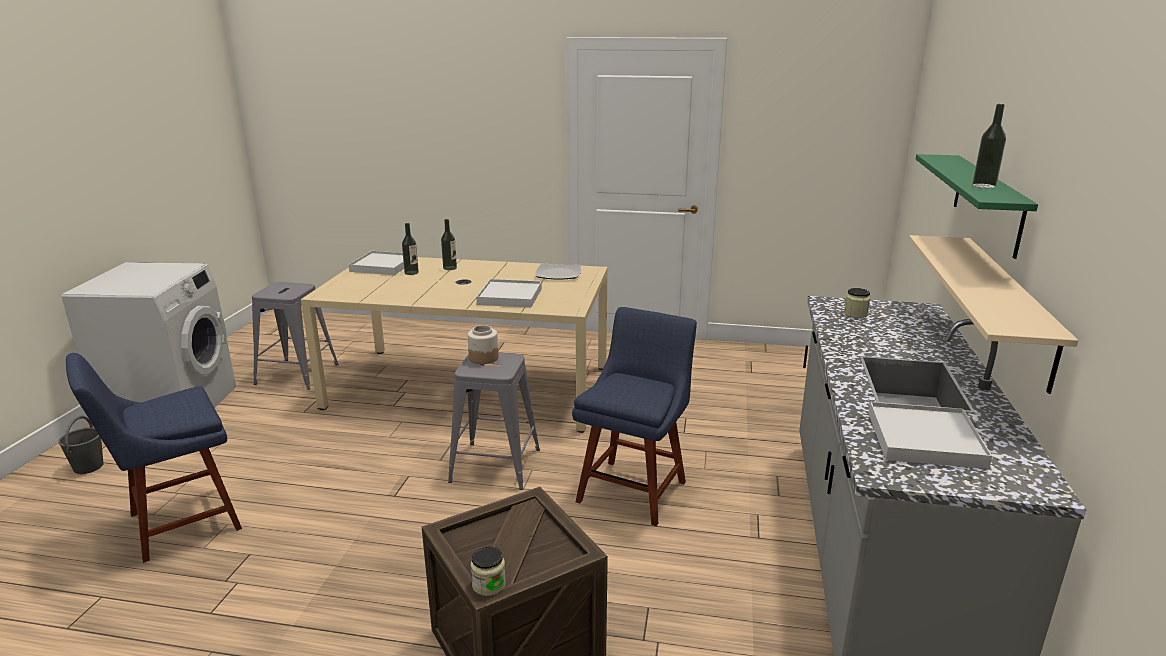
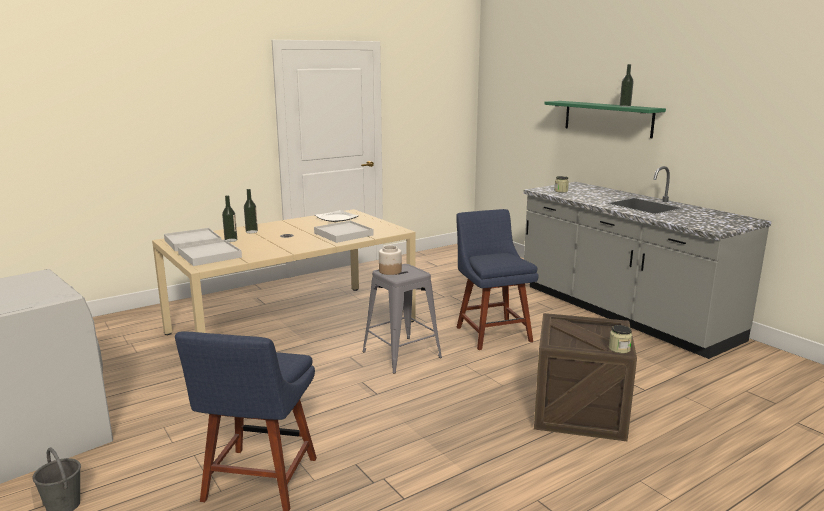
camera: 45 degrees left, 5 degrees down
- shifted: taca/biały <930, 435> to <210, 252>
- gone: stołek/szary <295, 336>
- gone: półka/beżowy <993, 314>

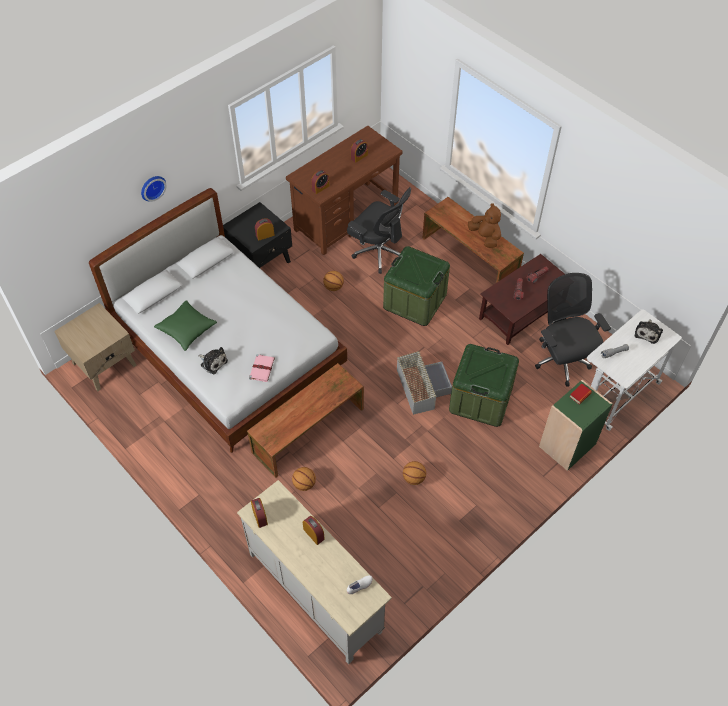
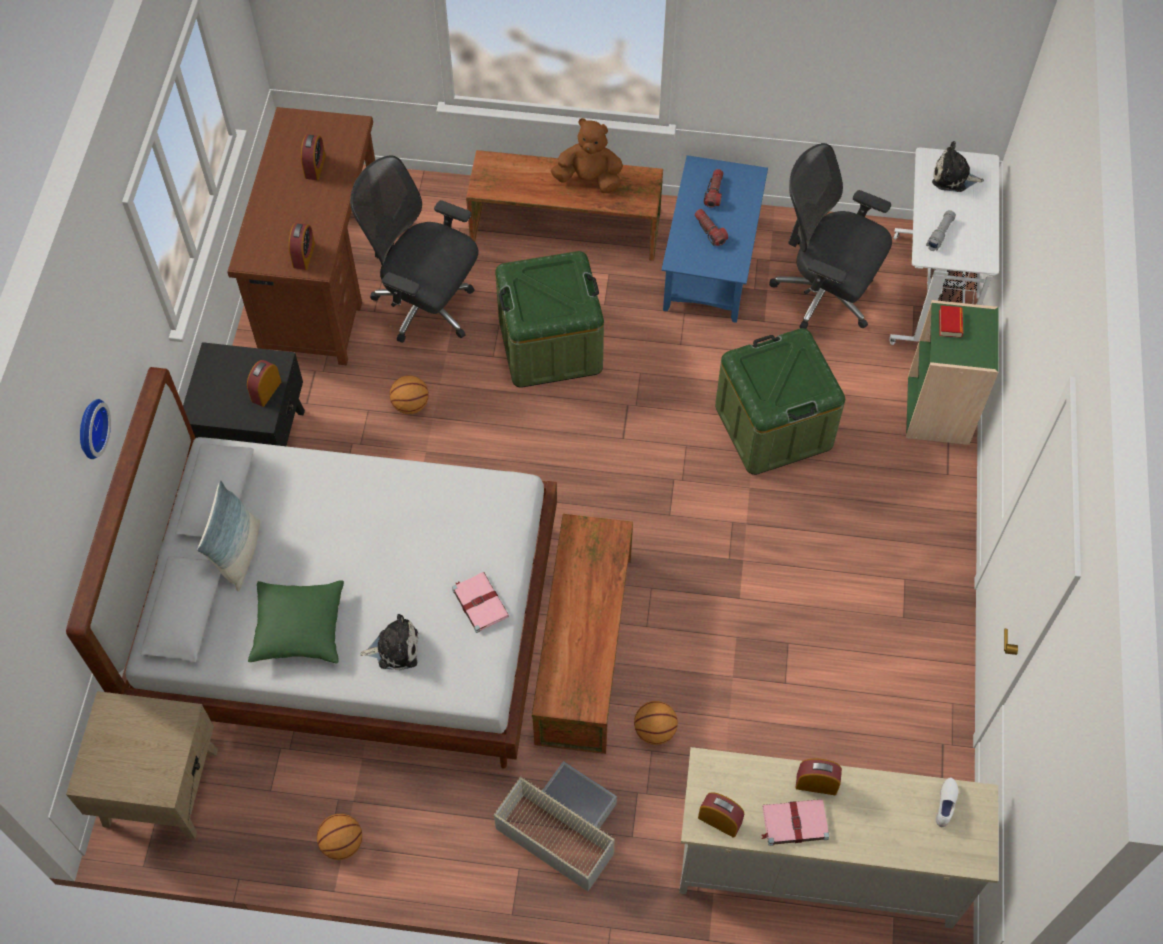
camera: 40 degrees left, 5 degrees up
- new: poduszka <228, 535>
- shifted: piłka do koszykówki <414, 473> to <339, 836>
- rotated: krzesło biurowe <379, 230> = <414, 249> 150 degrees counterclockwise
- shifted: pojemnik do przechowywania/szary <424, 383> to <555, 826>
- repainted: ława/brązowy <522, 299> to ława/niebieski <715, 239>
- new: książka/różowy <796, 822>
- rotated: pluszak <649, 331> = <958, 166> 120 degrees clockwise

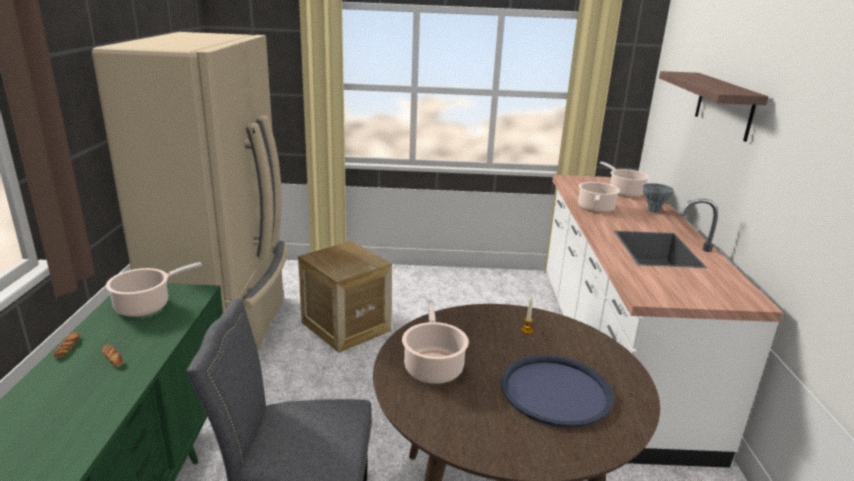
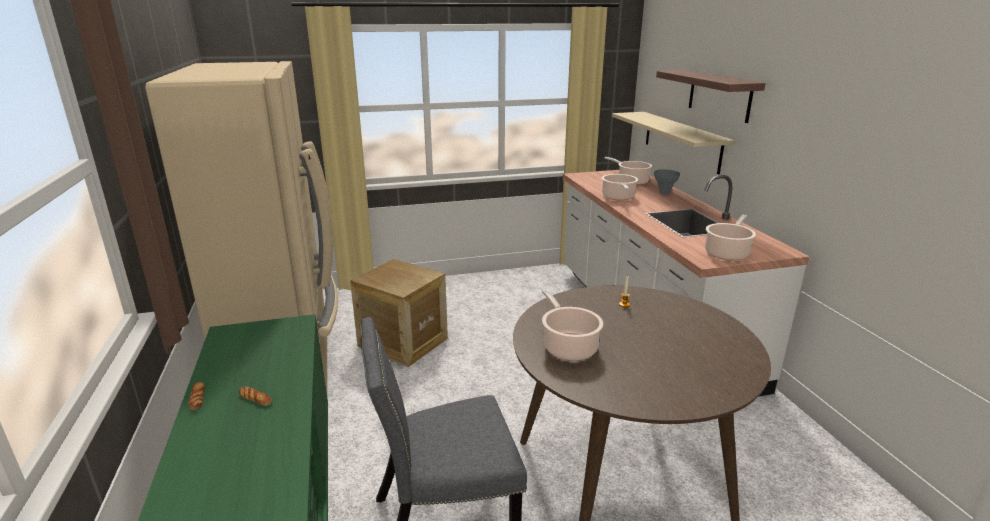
camera: 15 degrees left, 0 degrees up
- new: półka/beżowy <673, 143>
- shifted: garnek <154, 289> to <730, 237>
- gone: taca/niebieski <557, 391>

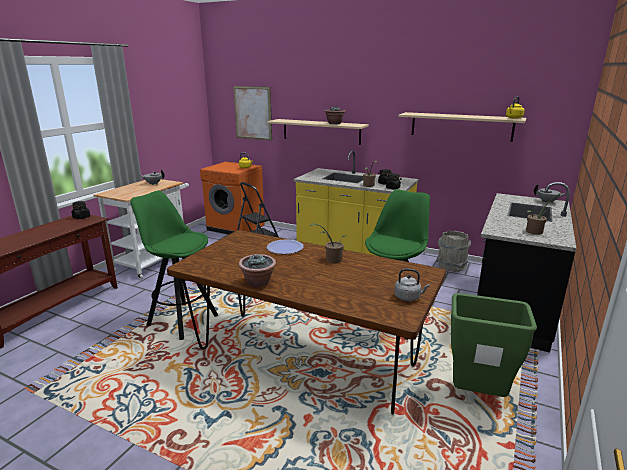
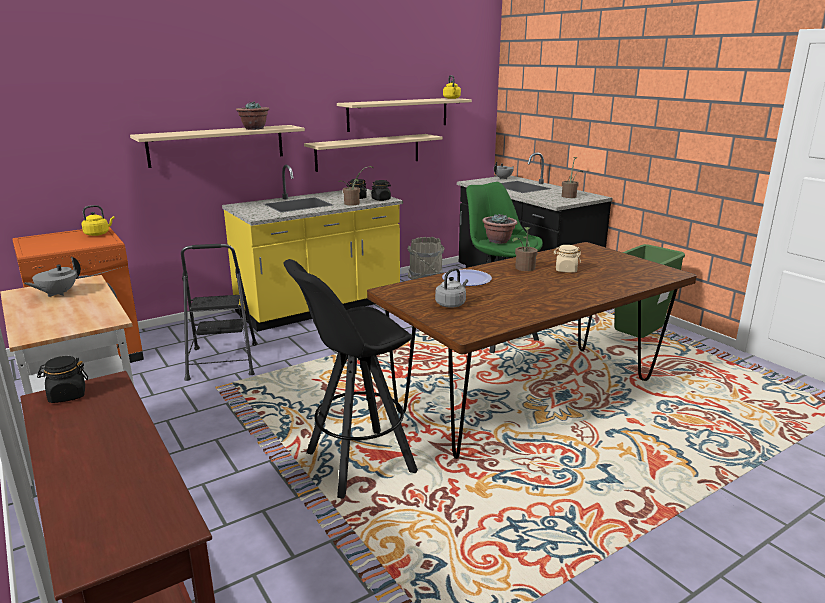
camera: 60 degrees left, 0 degrees up
- repainted: stołek/zielony <174, 265> to stołek/czarny <350, 379>
- new: półka/beżowy <373, 153>
- shifted: czajnik/szary <412, 285> to <451, 288>
- shifted: roślina doniczkowa <257, 270> to <500, 228>
- new: słoik/beżowy <567, 259>
- gone: obraz <252, 113>

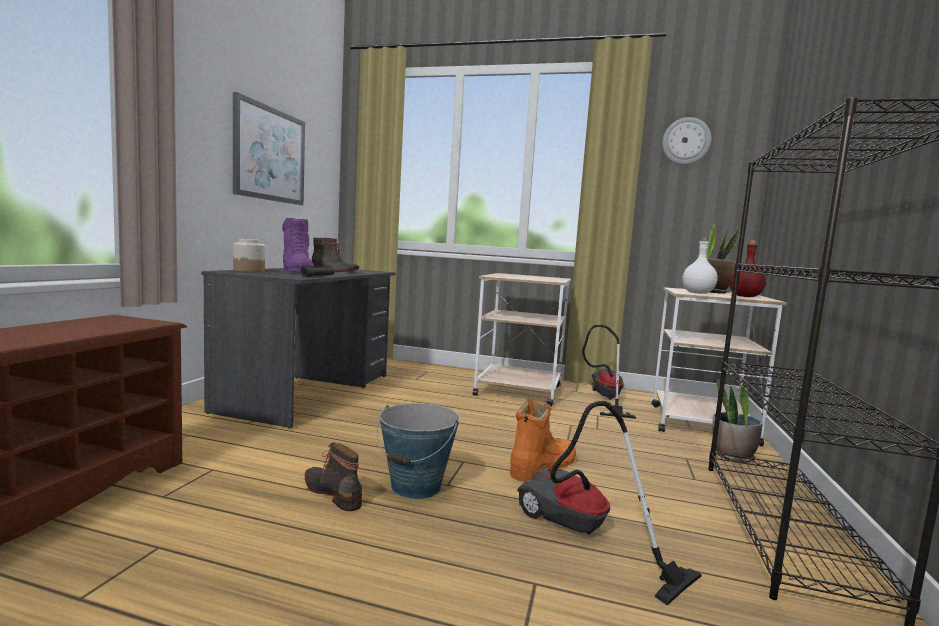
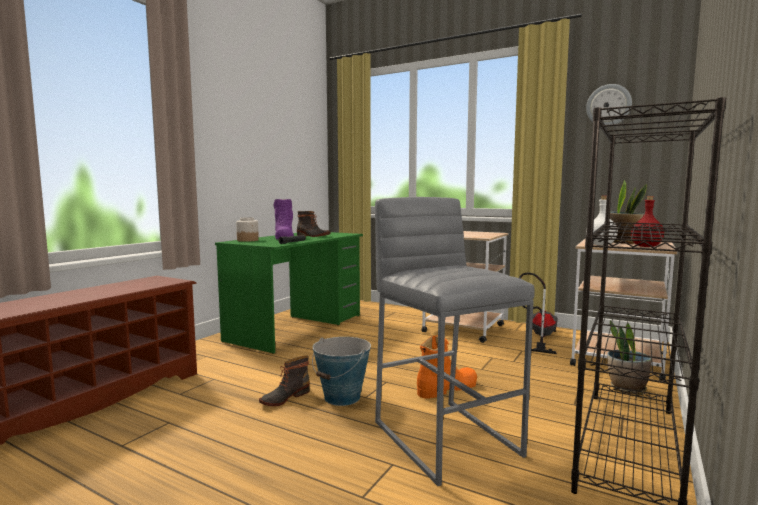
camera: 15 degrees right, 0 degrees up
- repainted: biurko/szary <298, 348> to biurko/zielony <289, 293>
- rotated: but z cholewką <333, 476> = <284, 381> 105 degrees counterclockwise
- swapped: odkurzacz <609, 503> to stołek/szary <455, 341>
- gone: obraz <269, 148>

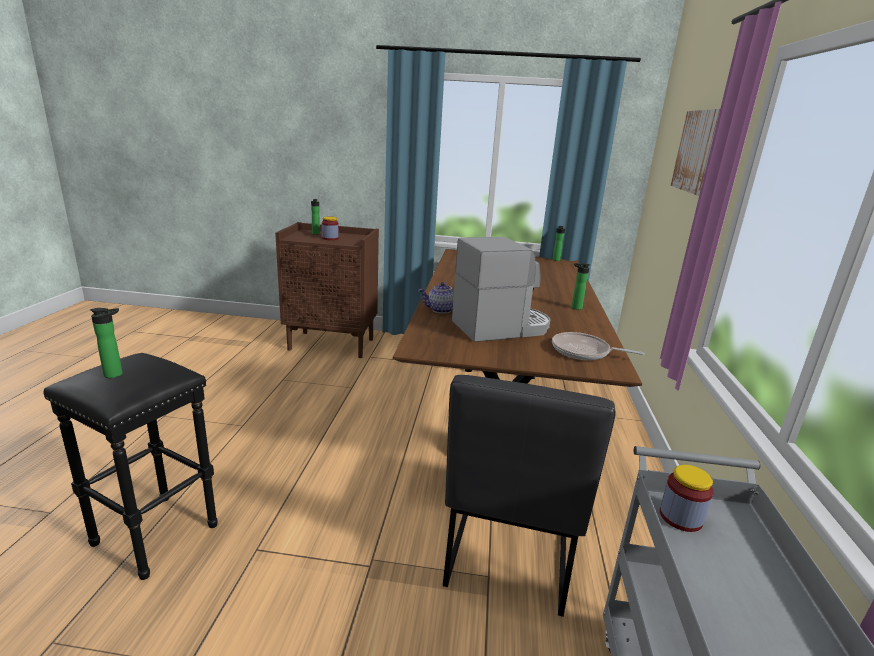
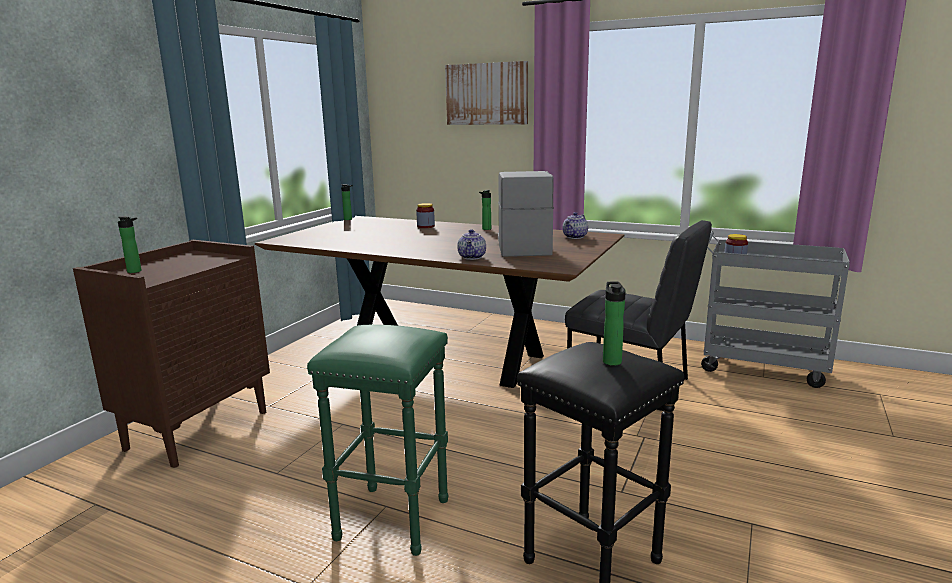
camera: 70 degrees left, 5 degrees down
- new: stołek/zielony <377, 440>
- shifted: słoik <330, 228> to <425, 215>
- swapped: patelnia <598, 346> to imbryk <575, 225>

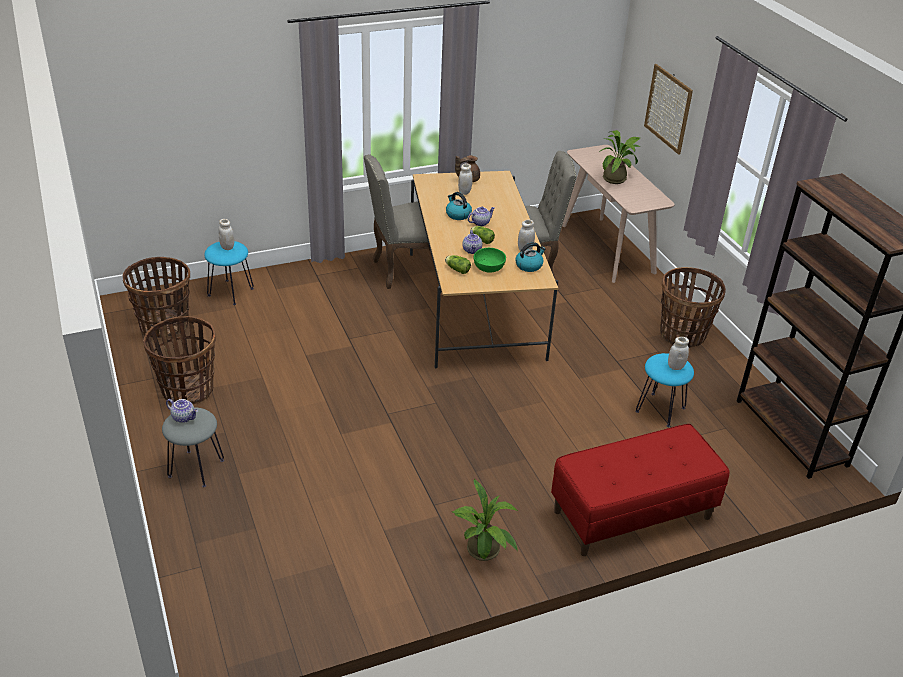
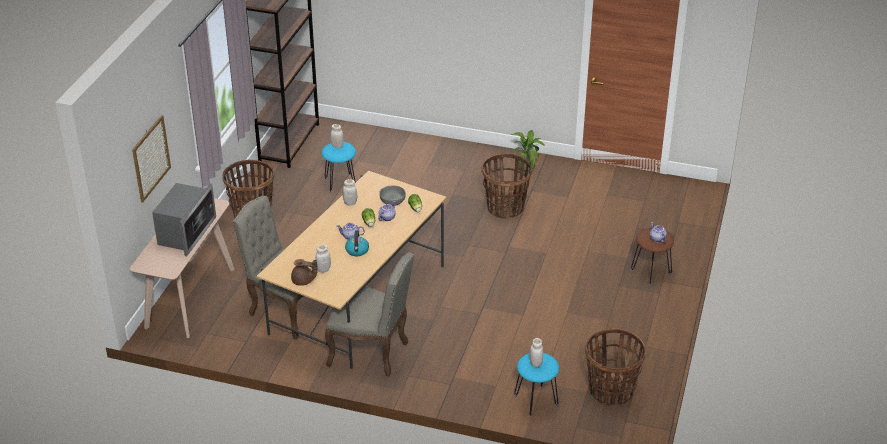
camera: 140 degrees left, 0 degrees up
- swapped: roślina doniczkowa <620, 157> to mikrofalówka <184, 219>
- repainted: miska/zielony <489, 260> to miska/szary <392, 195>
- shifted: koszyk <179, 360> to <506, 186>
- repainted: stołek/szary <193, 447> to stołek/brązowy <652, 256>
- gone: czajnik <530, 257>
- gone: ławka/czerwony <640, 490>

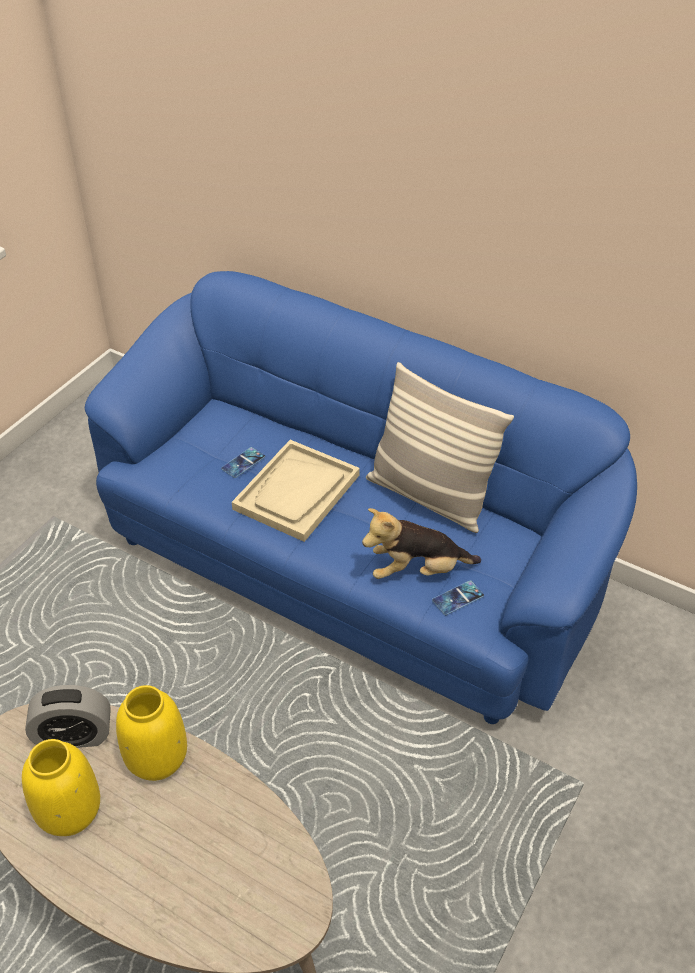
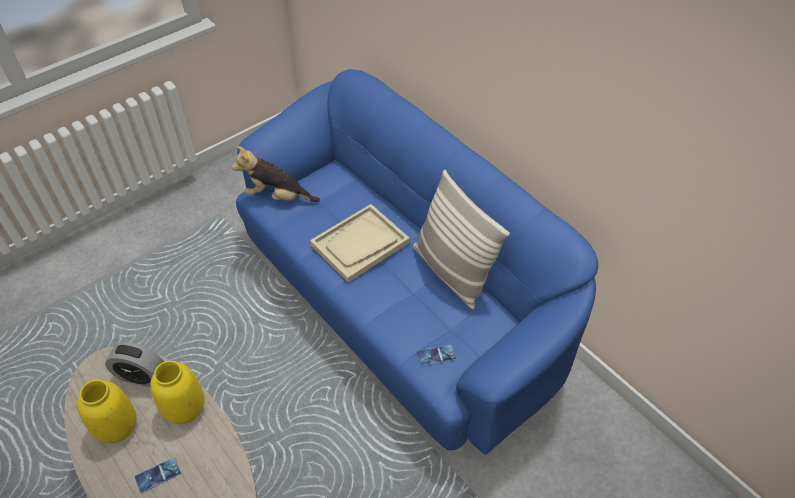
camera: 20 degrees right, 5 degrees up
- shifted: telefon <243, 462> to <158, 475>
- shifted: pluszak <421, 543> to <276, 174>

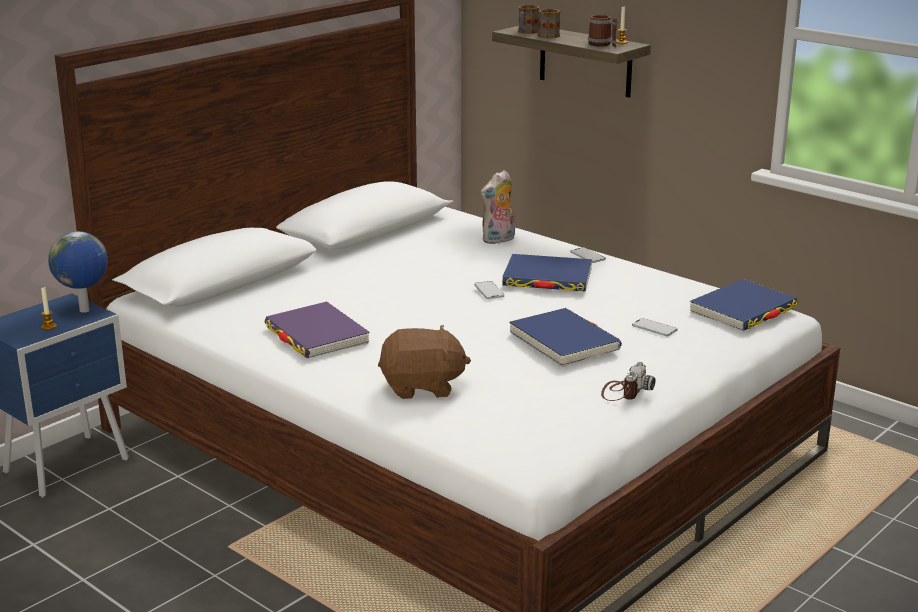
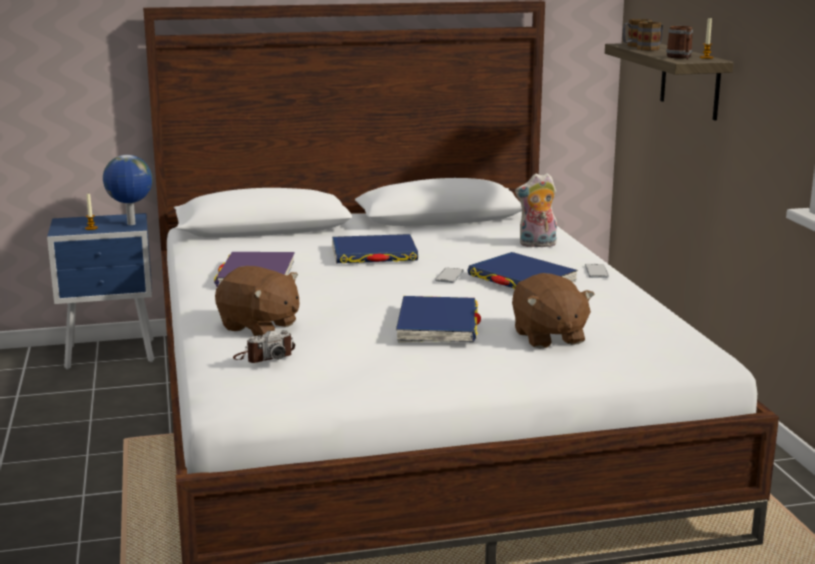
camera: 35 degrees right, 5 degrees down
- shifted: aparat fotograficzny <628, 381> to <264, 346>
- shifted: książka/niebieski <744, 305> to <375, 248>
- swapped: telefon <655, 327> to pluszak/brązowy <553, 311>

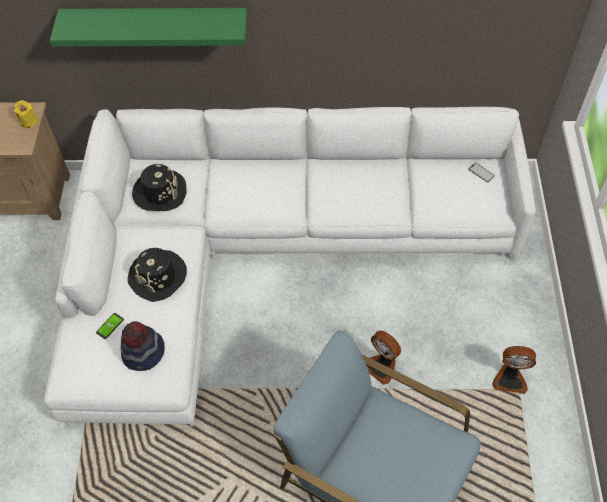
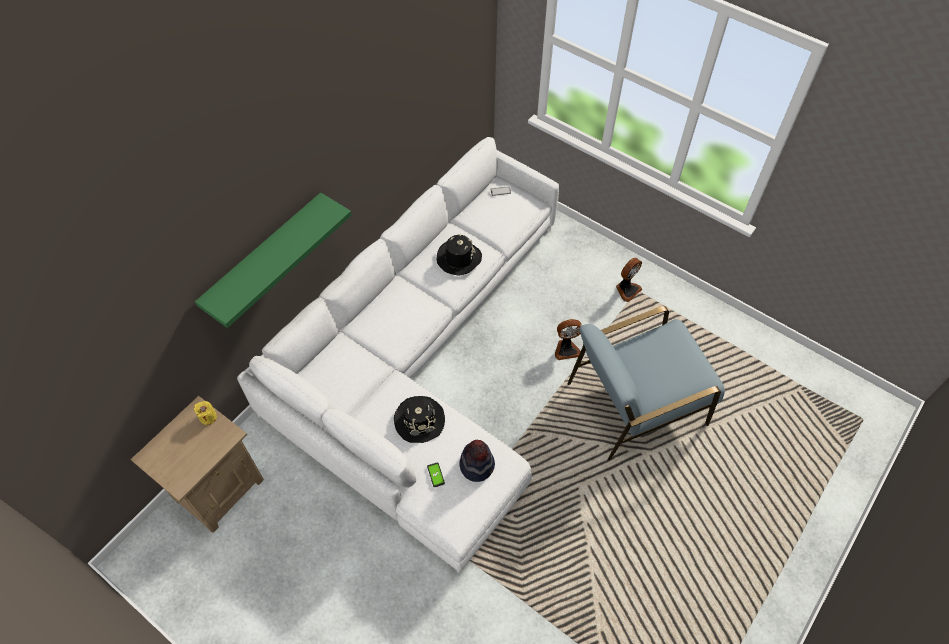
camera: 55 degrees left, 0 degrees up
- shifted: kapelusz/czarny <159, 187> to <459, 255>

